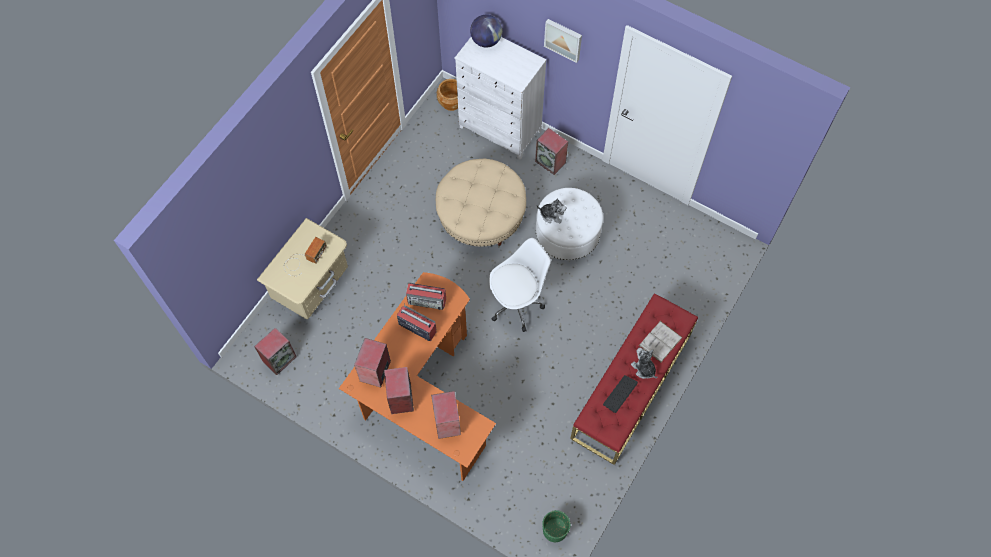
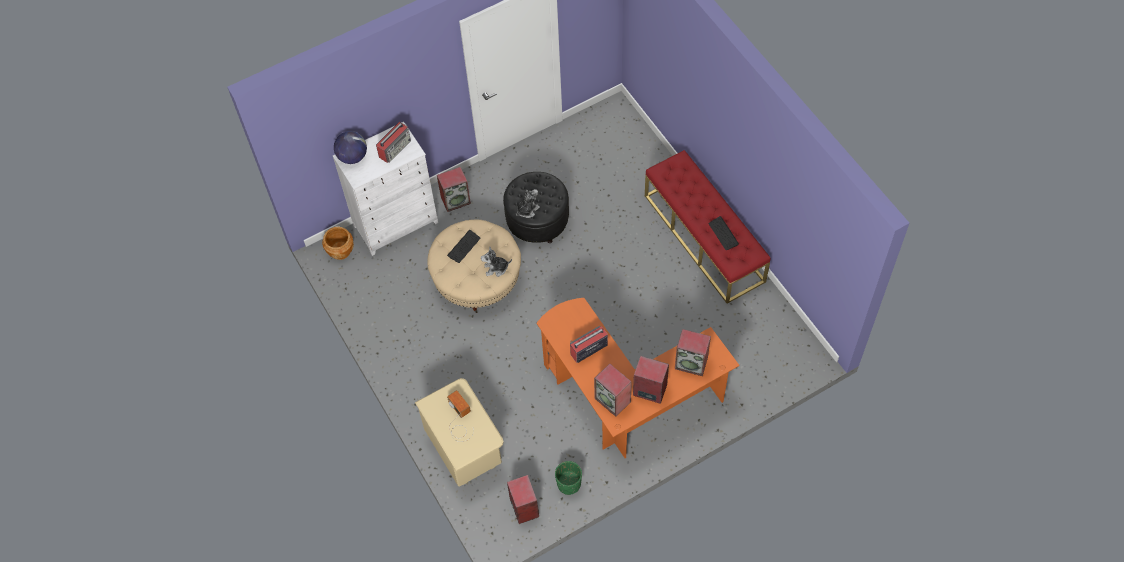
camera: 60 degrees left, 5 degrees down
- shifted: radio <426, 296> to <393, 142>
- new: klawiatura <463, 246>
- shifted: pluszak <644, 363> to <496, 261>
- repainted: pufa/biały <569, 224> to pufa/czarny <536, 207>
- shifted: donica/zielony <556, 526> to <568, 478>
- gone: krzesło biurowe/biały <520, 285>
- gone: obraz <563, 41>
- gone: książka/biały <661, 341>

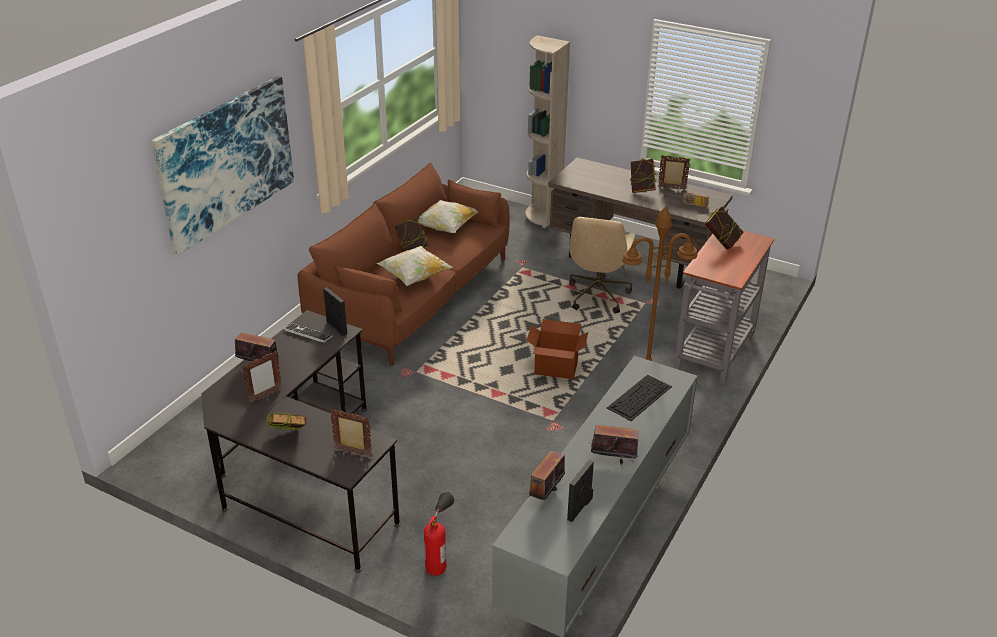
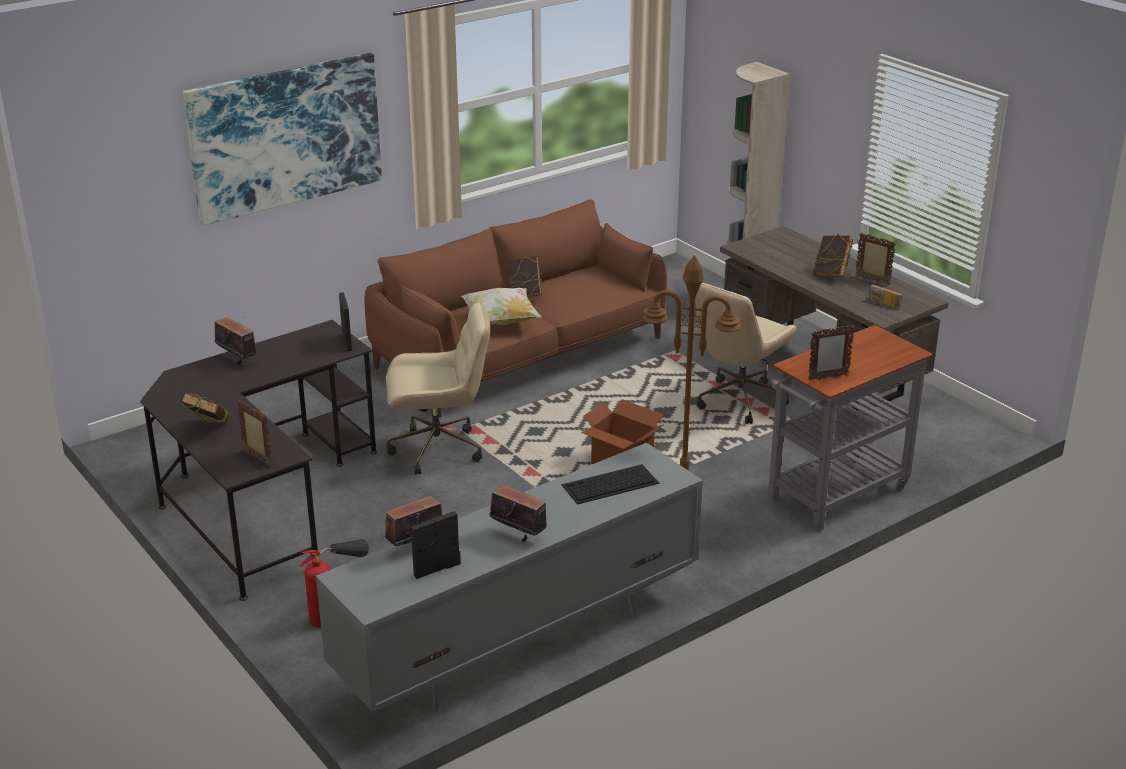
camera: 25 degrees right, 5 degrees down
- new: krzesło biurowe/beżowy <438, 388>
- shifted: ramka na zdjęcie <262, 377> to <831, 352>
- gone: klawiatura <308, 333>
- gone: poduszka <448, 217>
- gone: książka <724, 228>

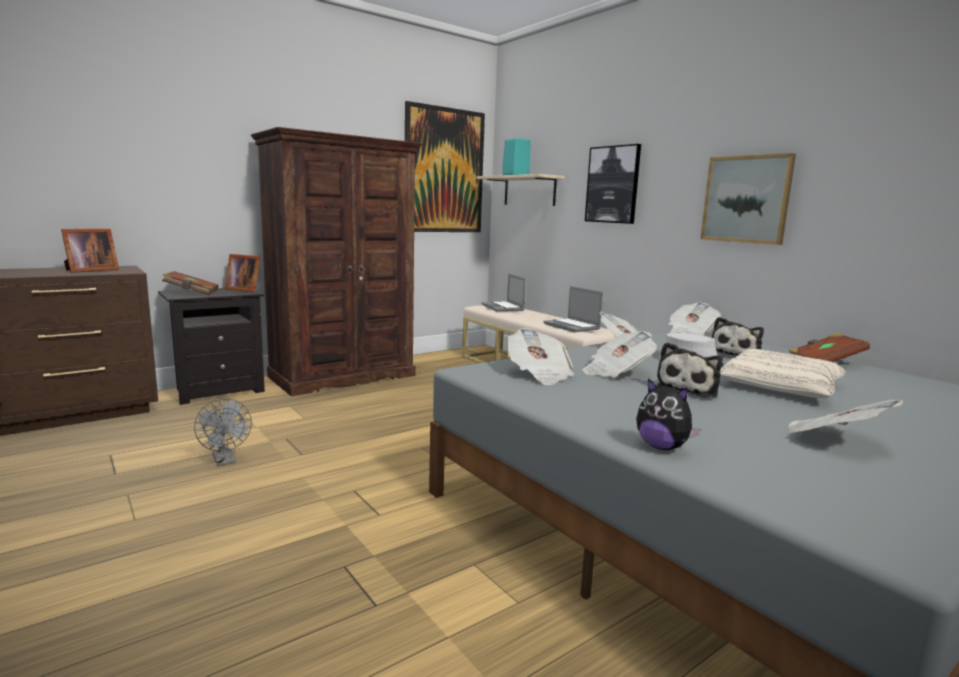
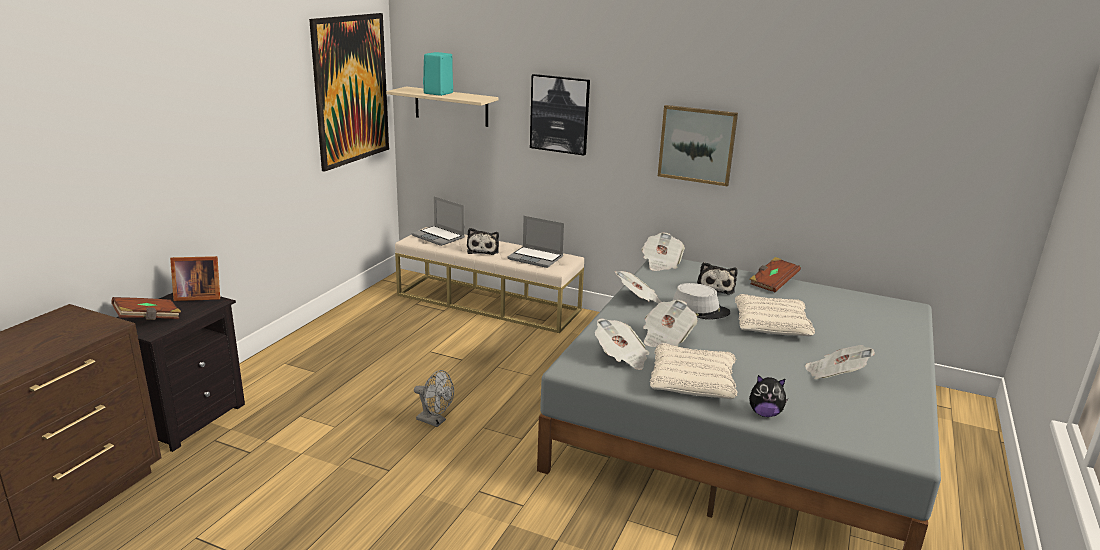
camera: 30 degrees left, 10 degrees up
- shifted: wentylator/szary <223, 432> to <434, 398>
- shifted: pluszak <689, 369> to <483, 241>
- new: poduszka/beżowy <694, 371>
- gone: ramka na zdjęcie <90, 251>
- gone: szafa/brązowy <337, 261>

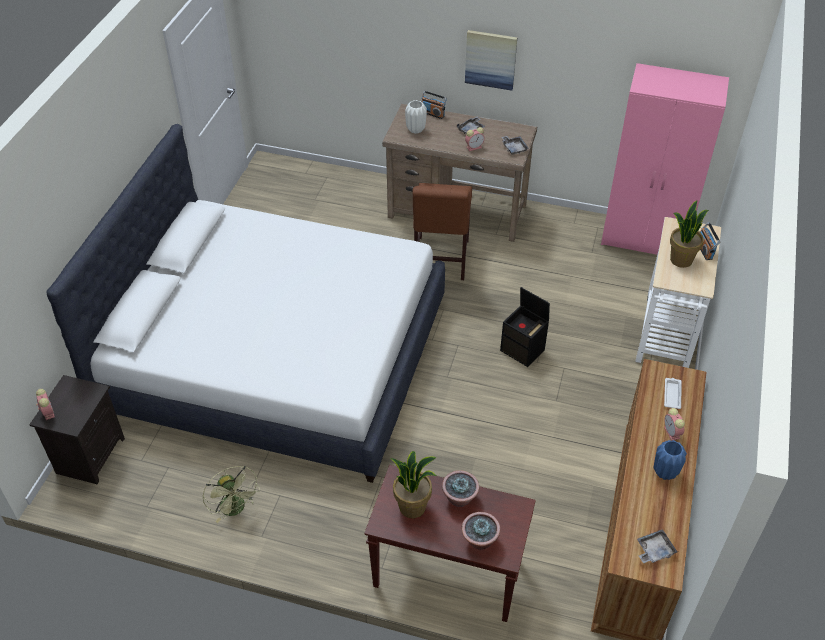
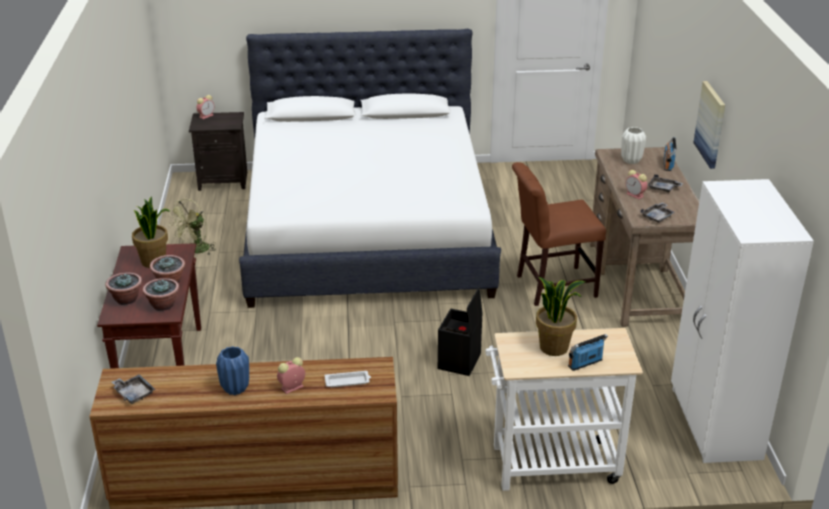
camera: 70 degrees right, 15 degrees down
- new: roślina doniczkowa <161, 294>
- repainted: szafa/różowy <665, 159> to szafa/biały <742, 321>

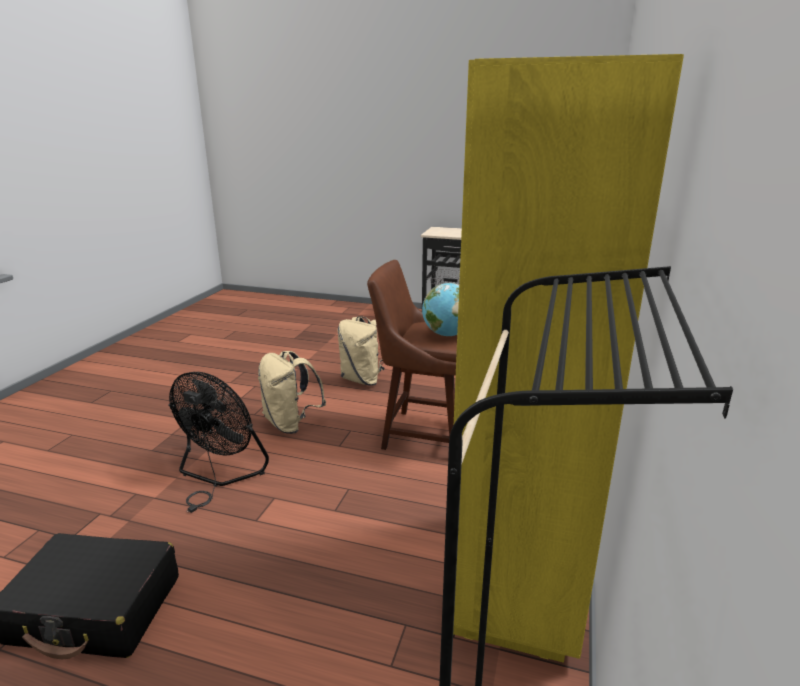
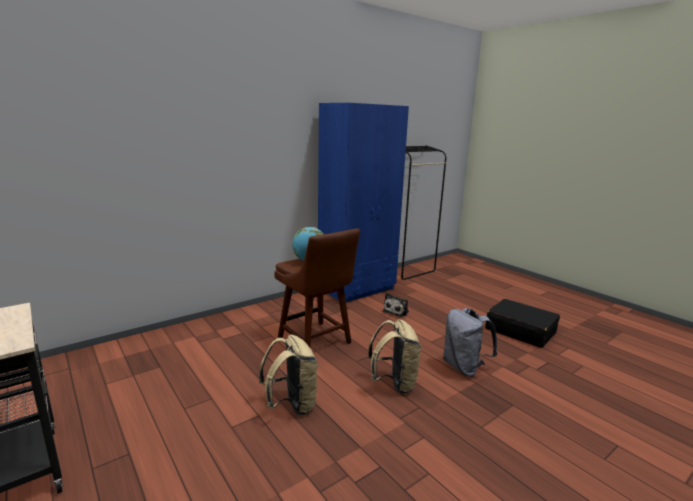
camera: 145 degrees left, 5 degrees down
- repainted: szafa/żółty <568, 358> to szafa/niebieski <363, 202>
- new: pluszak <396, 305>
- swapped: wentylator/czarny <218, 442> to plecak/szary <470, 342>

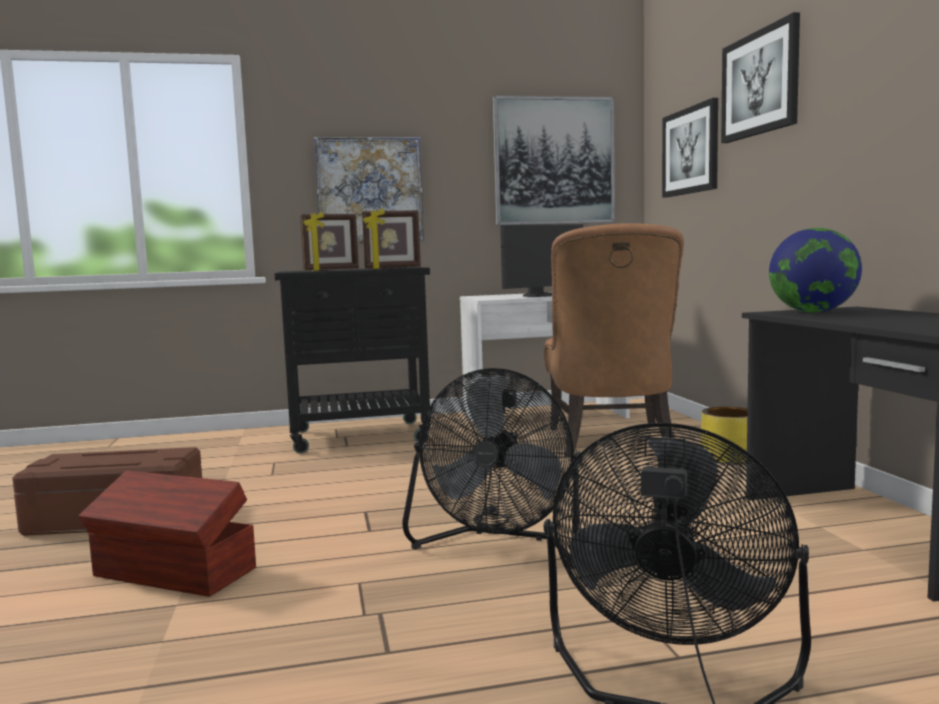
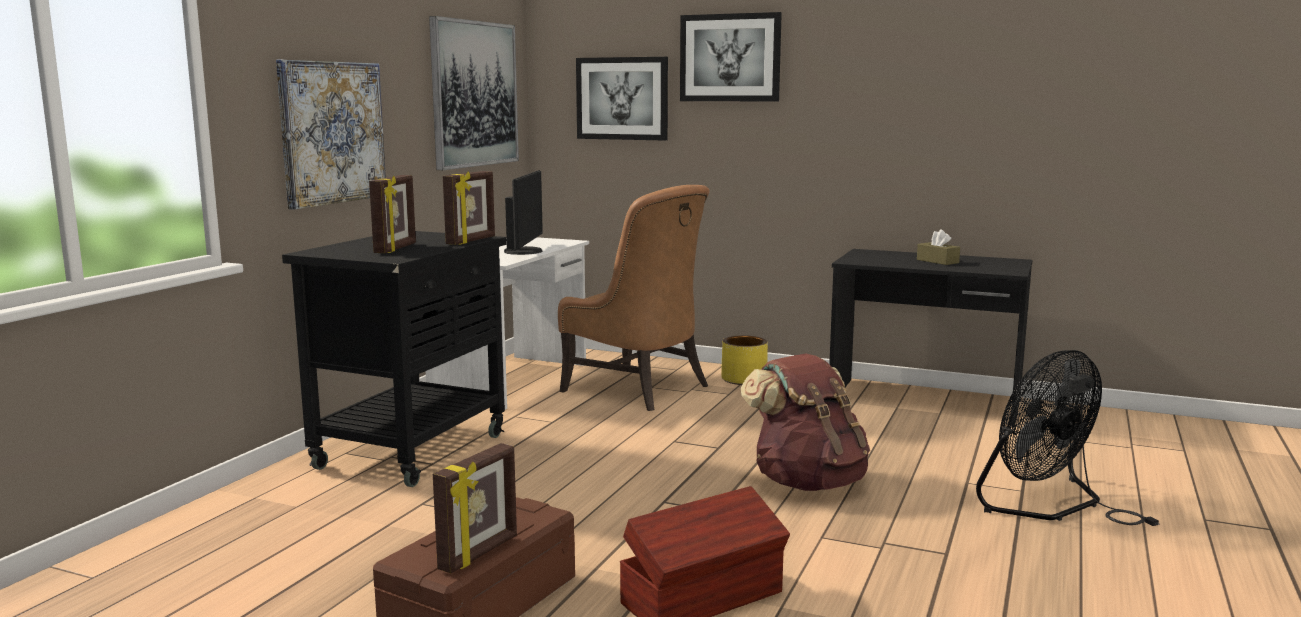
camera: 55 degrees left, 5 degrees up
- new: ramka na zdjęcie <475, 508>
- swapped: wentylator/czarny <491, 468> to plecak/brązowy <805, 422>
- new: pudełko chusteczek/brązowy <938, 247>
- gone: globus <815, 270>

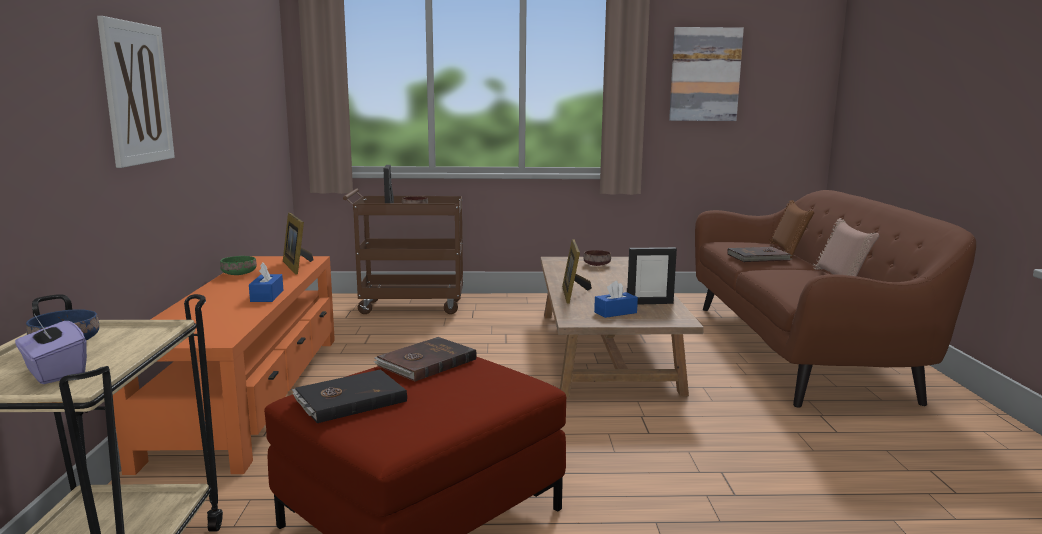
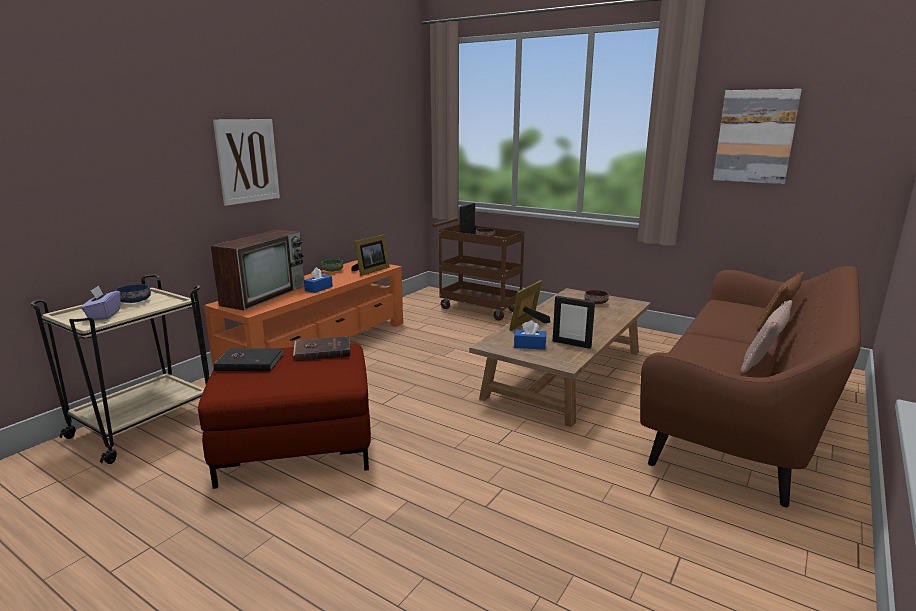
camera: 35 degrees right, 5 degrees up
- new: telewizor <257, 270>
- rotated: ramka na zdjęcie <298, 243> = <370, 255> 150 degrees counterclockwise
- gone: książka/brązowy <760, 254>

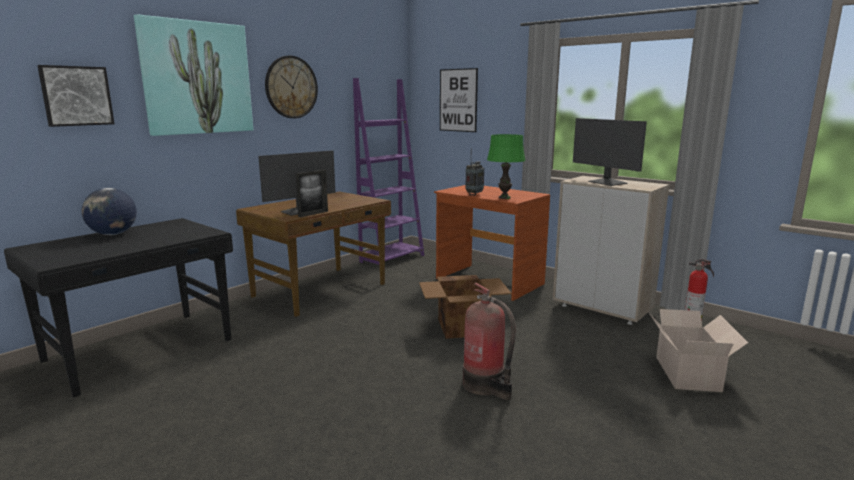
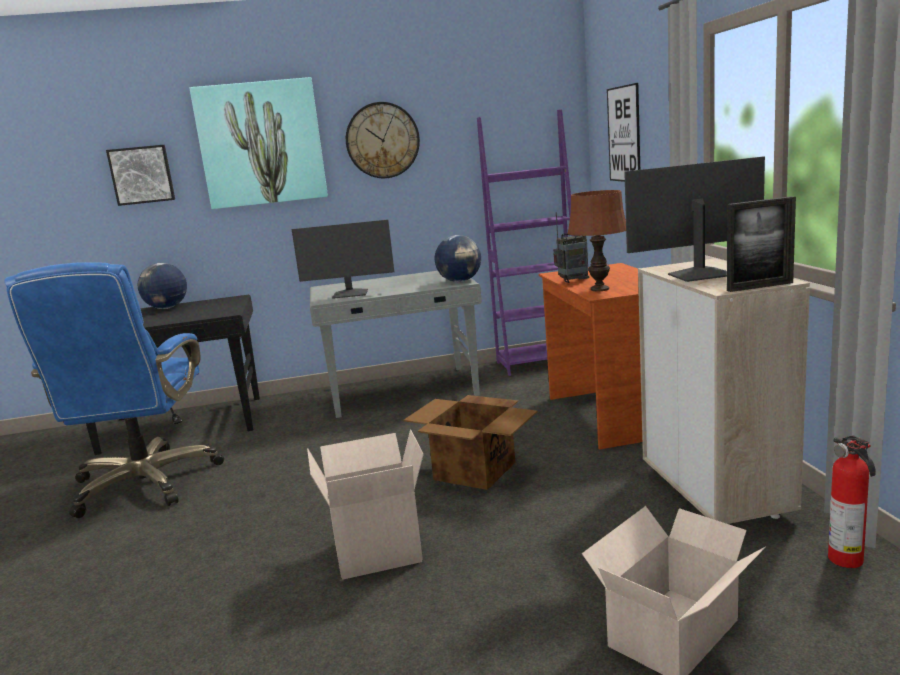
camera: 40 degrees right, 0 degrees up
- new: krzesło biurowe/niebieski <115, 390>
- swapped: gaśnica <489, 341> to karton <365, 504>
- repainted: biurko/brązowy <313, 254> to biurko/szary <396, 344>
- new: globus <458, 258>
- repainted: lampa stołowa/zielony <506, 166> to lampa stołowa/brązowy <597, 240>
- rotated: monitor <610, 152> = <694, 219> 75 degrees clockwise
- shifted: ramka na zdjęcie <311, 193> to <761, 244>

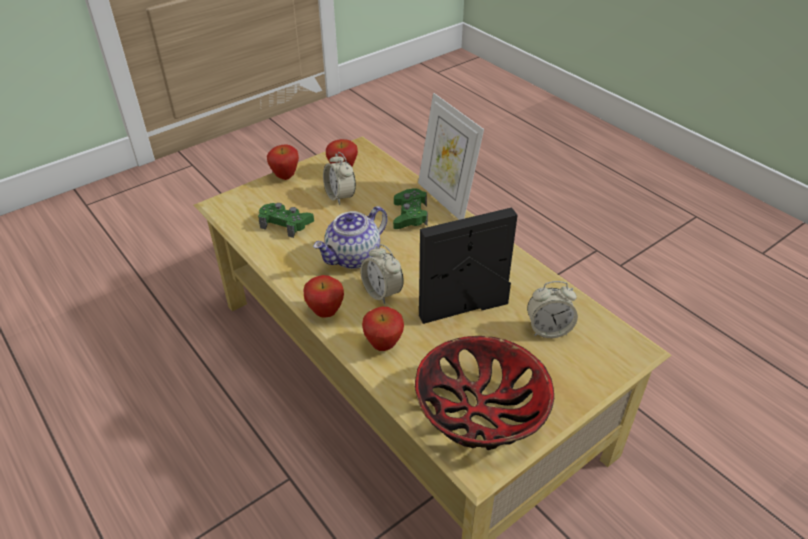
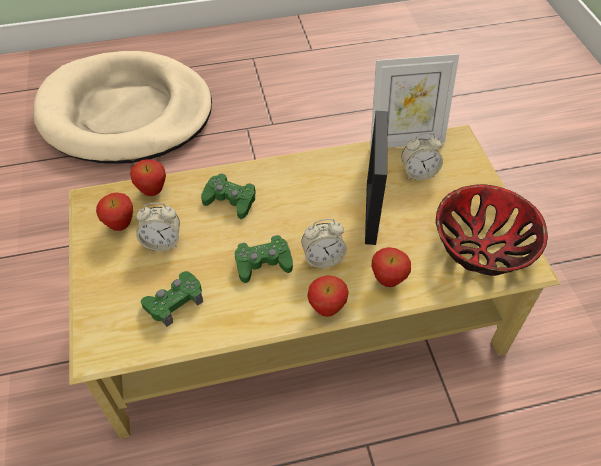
camera: 65 degrees left, 10 degrees up
- new: legowisko/beżowy <122, 107>
- shifted: jabłko <283, 162> to <148, 177>
- swapped: imbryk <350, 237> to pad do gier/zielony <264, 259>
- shifted: ramka na zdjęcie <451, 156> to <414, 101>
- rotated: budzik <552, 309> = <422, 156> 60 degrees clockwise

